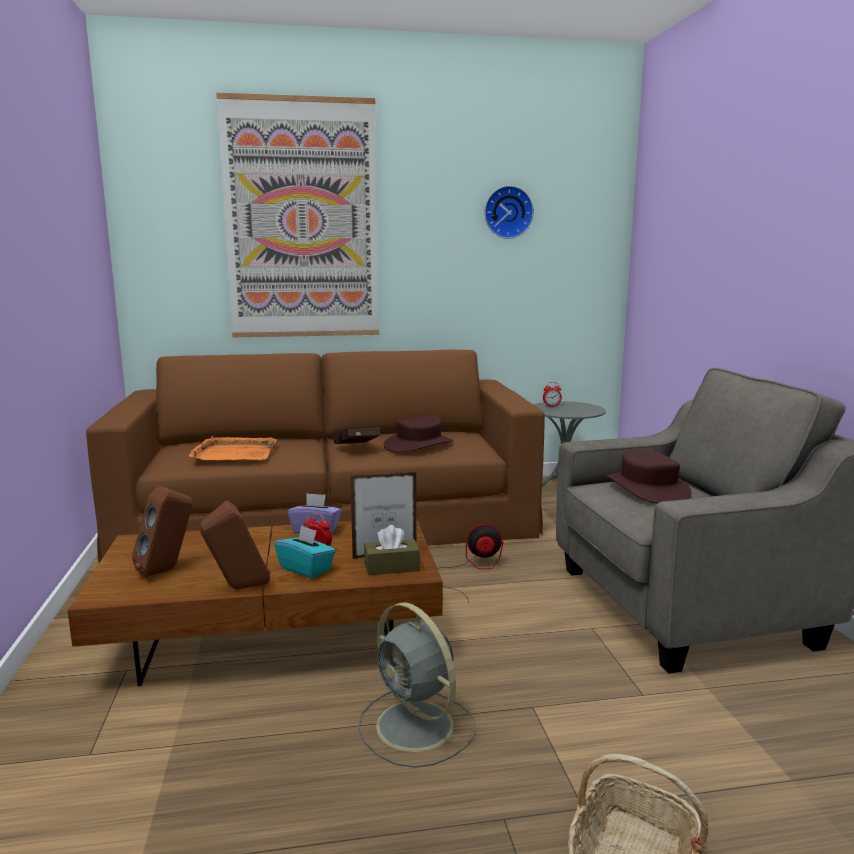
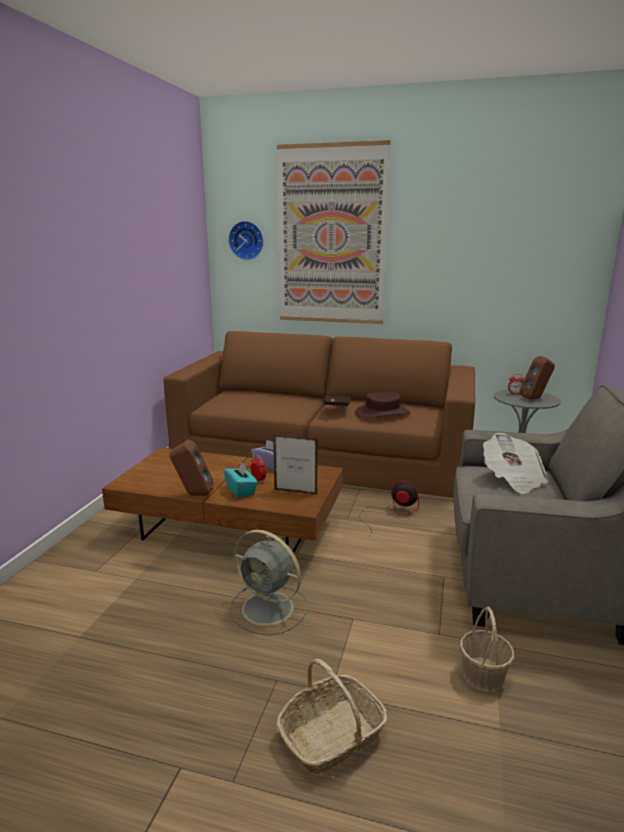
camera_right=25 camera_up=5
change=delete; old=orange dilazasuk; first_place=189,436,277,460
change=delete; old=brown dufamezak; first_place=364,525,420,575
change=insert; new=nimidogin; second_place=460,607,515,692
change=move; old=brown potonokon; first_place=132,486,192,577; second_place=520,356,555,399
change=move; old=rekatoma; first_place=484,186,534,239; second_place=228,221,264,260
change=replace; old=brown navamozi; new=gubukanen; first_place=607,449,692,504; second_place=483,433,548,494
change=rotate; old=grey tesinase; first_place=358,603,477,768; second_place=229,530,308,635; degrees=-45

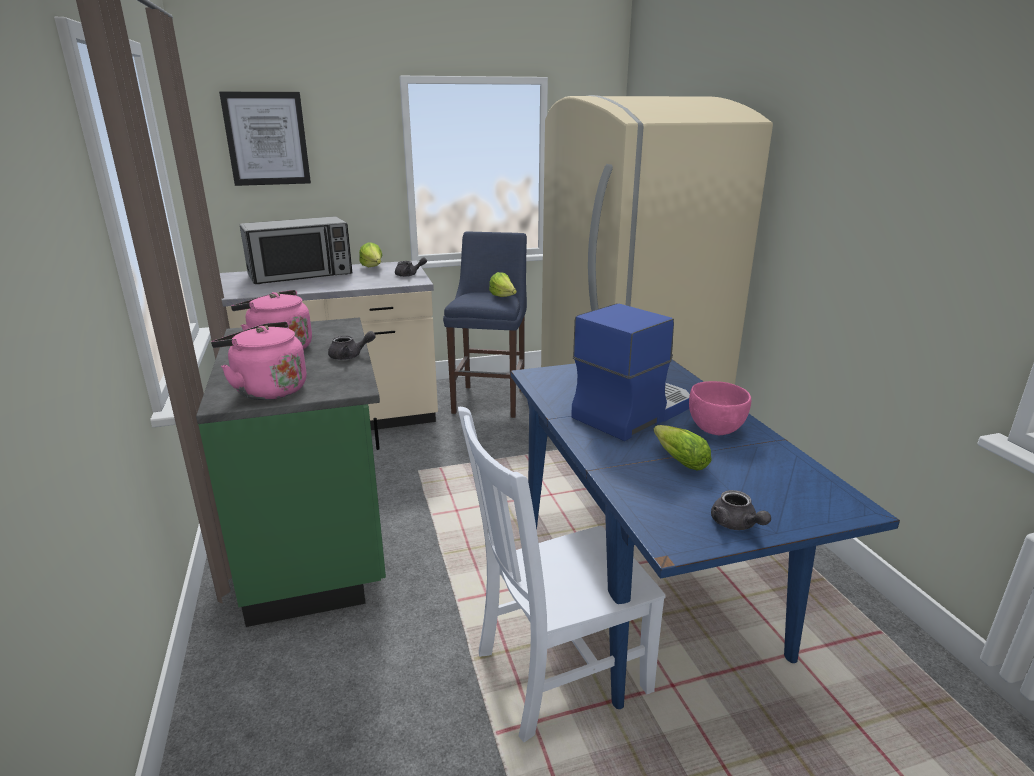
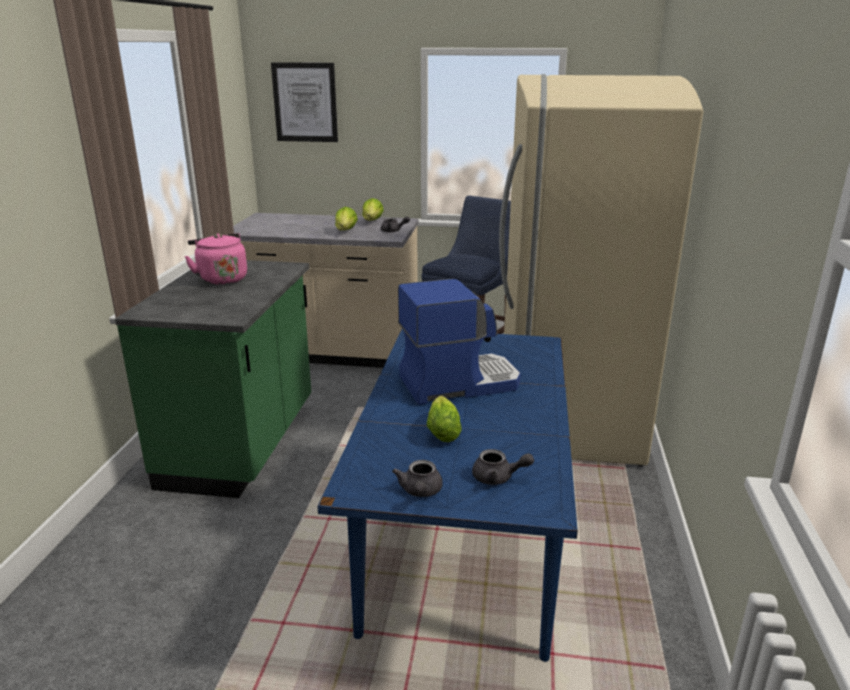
camera_right=25 camera_up=0
change=delete; old=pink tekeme; first_place=211,322,306,400
change=delete; old=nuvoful; first_place=240,216,352,284
change=delete; old=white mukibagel; first_place=458,407,666,742
change=delete; old=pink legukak; first_place=689,381,751,435
change=move; old=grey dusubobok; first_place=328,331,376,360; second_place=472,449,534,485
change=move; old=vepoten; first_place=489,272,517,297; second_place=335,207,358,230

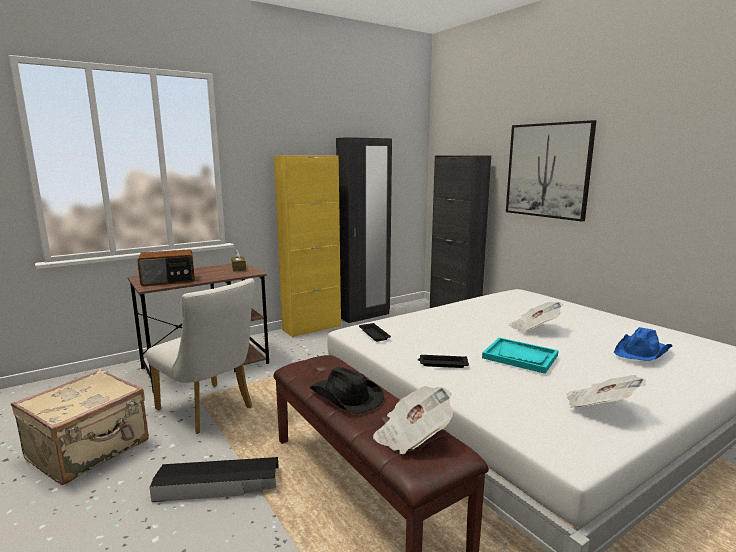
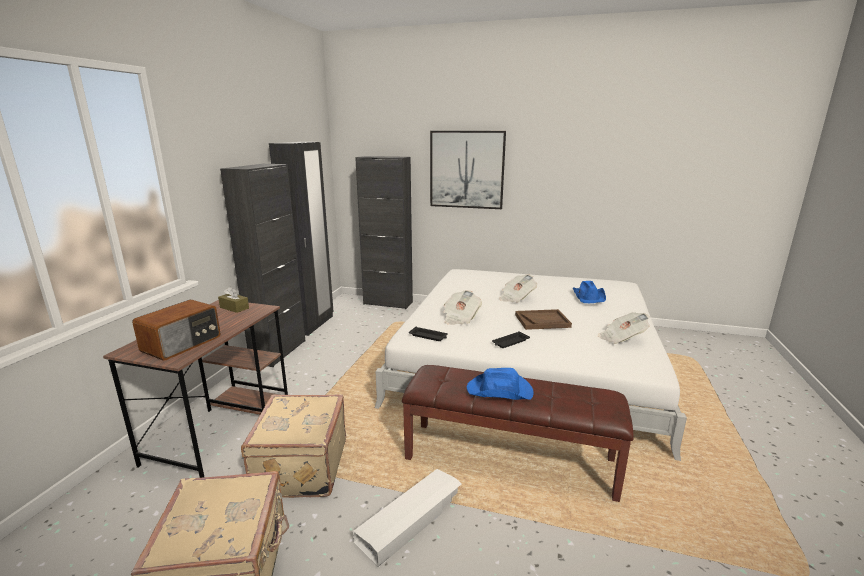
camera_right=-40 camera_up=5
change=move; old=gubukanen; first_place=373,386,453,454; second_place=443,290,482,325
change=replace; old=white mukibagel; new=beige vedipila; first_place=146,278,255,434; second_place=241,395,346,498
change=recolor; old=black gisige; new=white gisige; first_place=150,457,279,502; second_place=353,469,462,567
change=recolor; old=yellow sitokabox; new=black sitokabox; first_place=274,156,341,337; second_place=220,164,306,367
change=recolor; old=black navamozi; new=blue navamozi; first_place=310,367,384,414; second_place=467,368,534,400
change=recolor; old=turquoise dilazasuk; new=brown dilazasuk; first_place=482,338,559,374; second_place=515,309,572,330

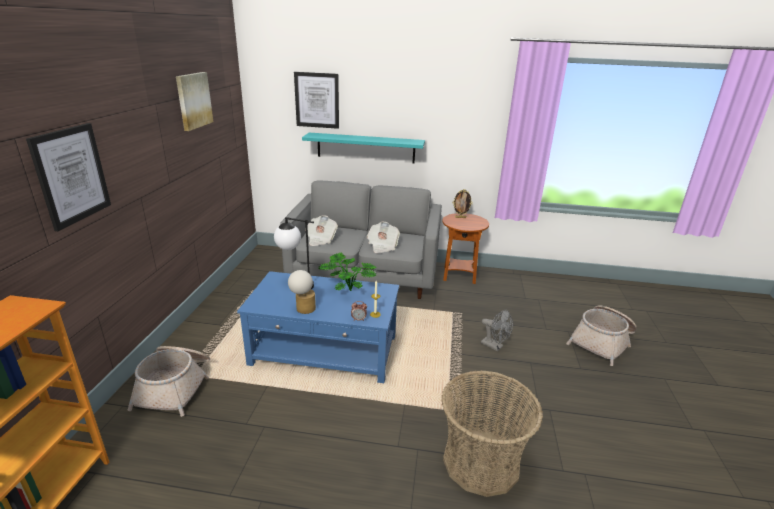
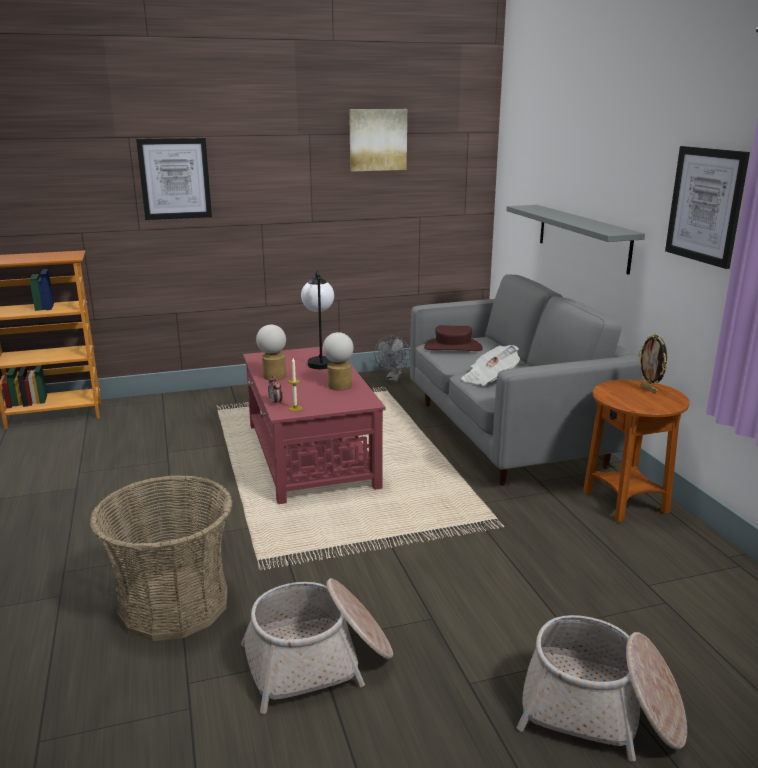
camera_right=65 camera_up=-5
change=move; old=nimidogin; first_place=128,346,210,417; second_place=241,578,393,714
change=move; old=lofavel; first_place=294,72,339,129; second_place=665,146,750,269
change=move; old=grey tesinase; first_place=481,310,513,351; second_place=374,336,410,382
change=replace; old=gubukanen; new=brown navamozi; first_place=305,215,338,246; second_place=424,325,483,351
change=replace; old=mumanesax; new=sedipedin; first_place=318,252,376,291; second_place=323,332,354,391
change=recolor; old=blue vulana; new=red vulana; first_place=237,271,399,383; second_place=243,347,386,504
change=recolor; old=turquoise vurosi; new=grey vurosi; first_place=302,133,425,164; second_place=506,205,645,275

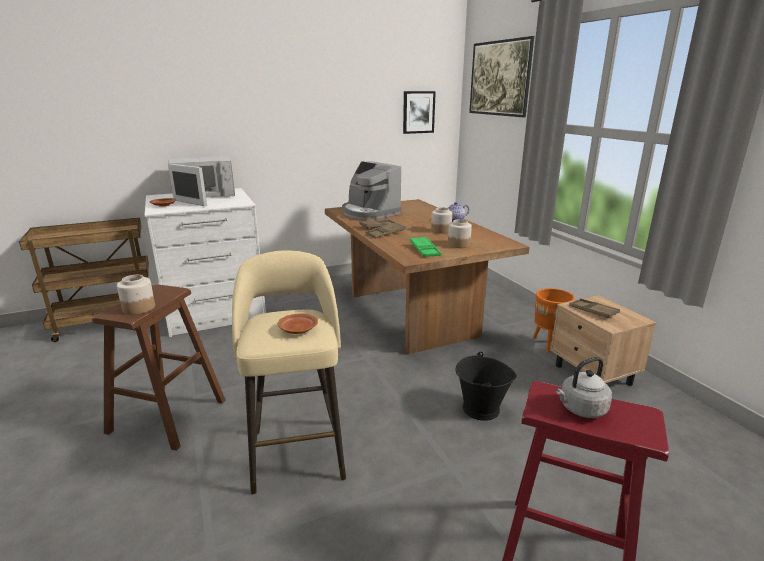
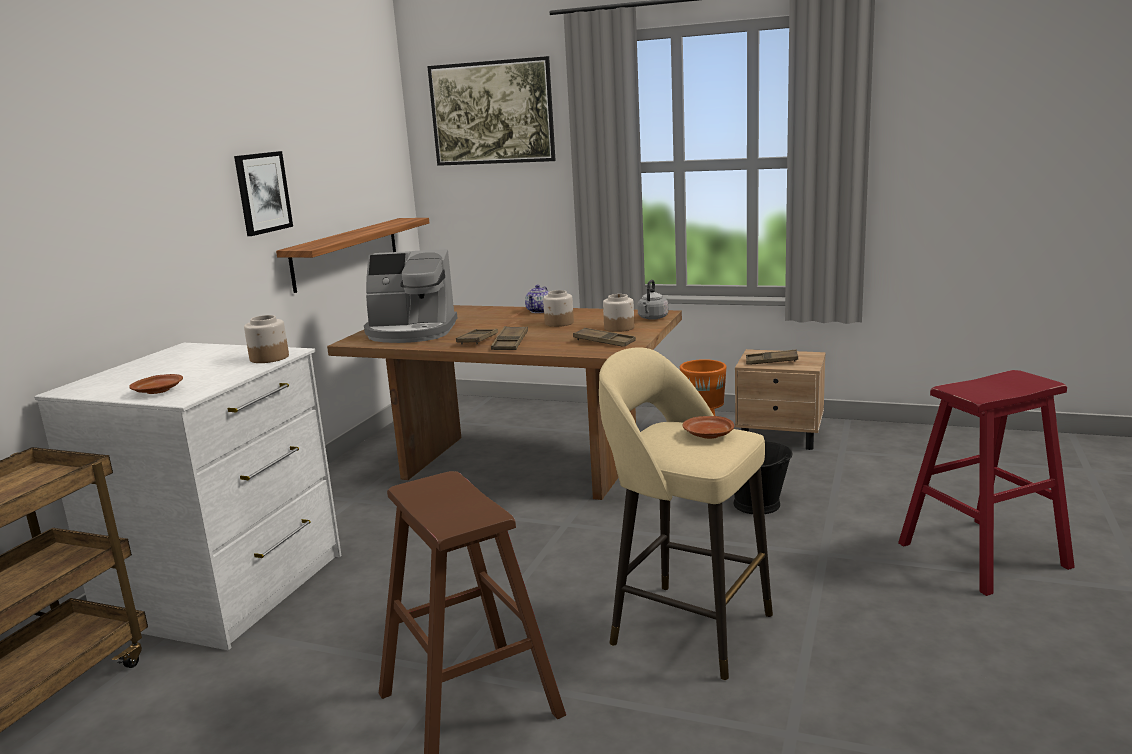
camera_right=-45 camera_up=-5
change=delete; old=white nuvoful; first_place=168,156,235,206
change=insert; new=vurosi; second_place=276,218,429,293
change=move; old=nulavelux; first_place=117,275,155,315; second_place=244,315,289,363
change=move; old=lofavel; first_place=403,91,436,134; second_place=234,151,293,236
change=move; old=grey tekeme; first_place=556,357,612,418; second_place=637,280,668,320
change=recolor; old=green dilazasuk; new=brown dilazasuk; first_place=410,237,441,257; second_place=573,328,636,347

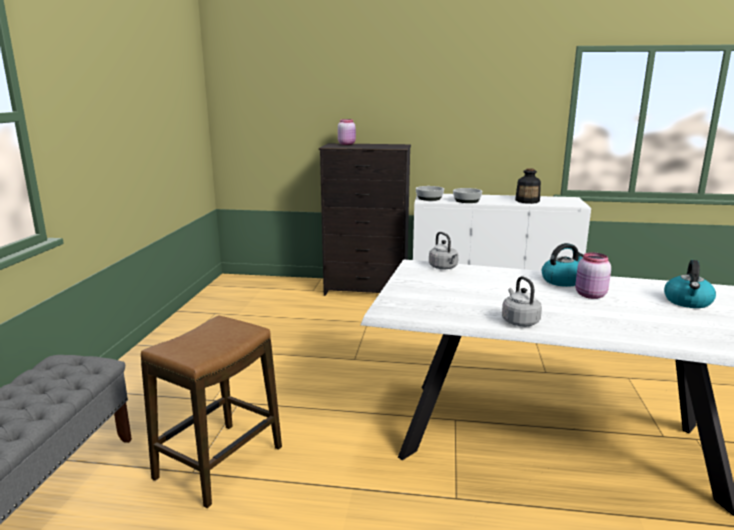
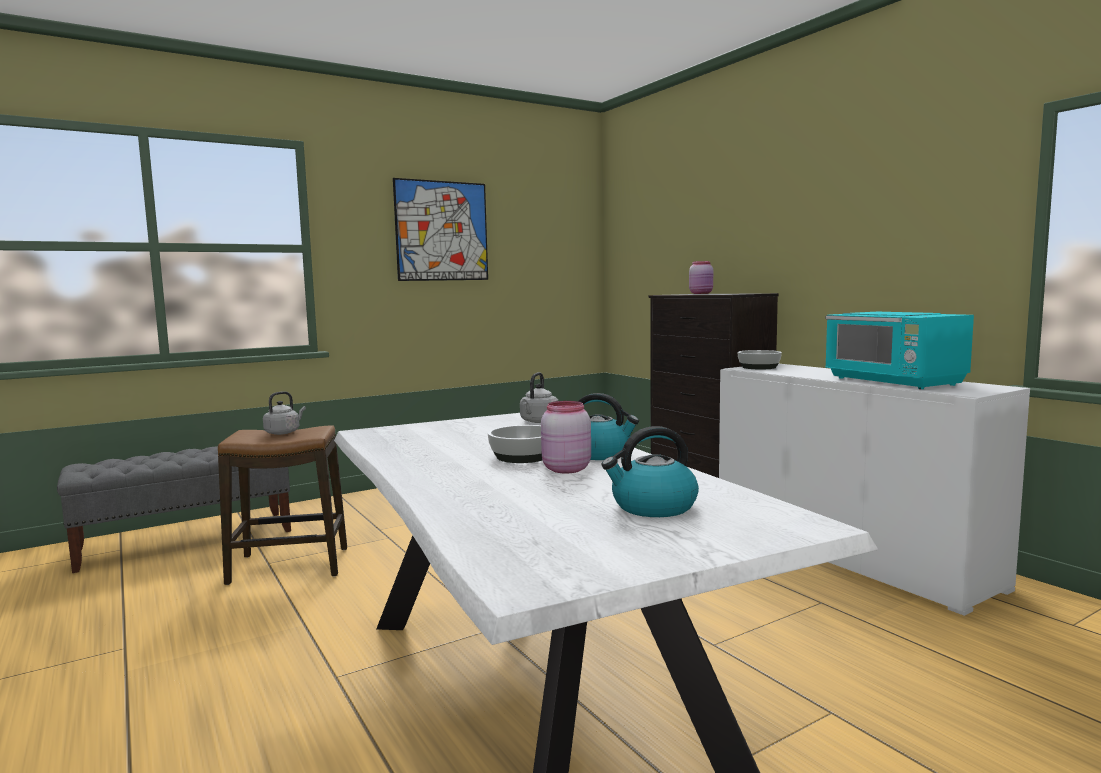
camera_right=50 camera_up=-10
change=insert; new=lofavel; second_place=393,178,488,281
change=move; old=legukak; first_place=453,188,482,203; second_place=488,425,542,463
change=move; old=grey tekeme; first_place=502,276,542,327; second_place=263,391,306,435
change=replace; old=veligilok; new=turquoise nuvoful; first_place=515,168,541,204; second_place=825,312,974,389

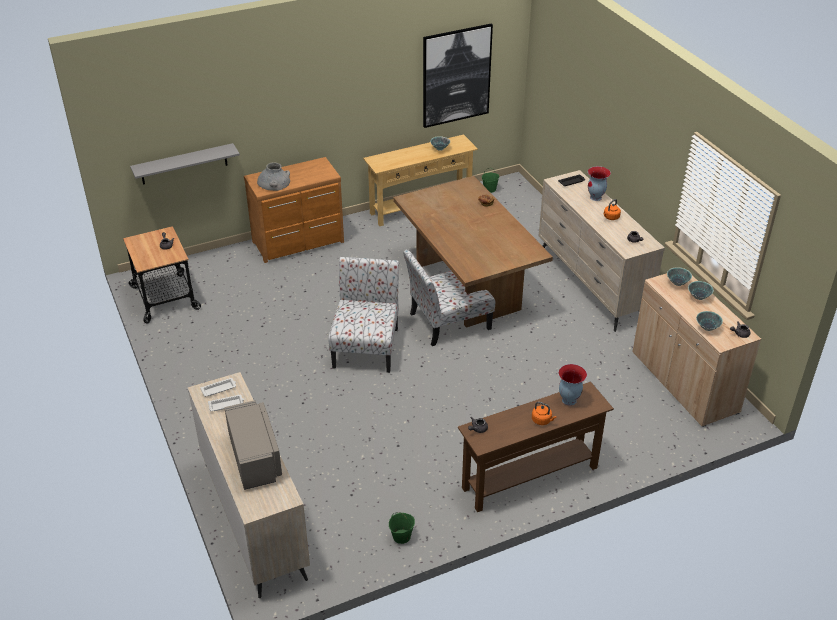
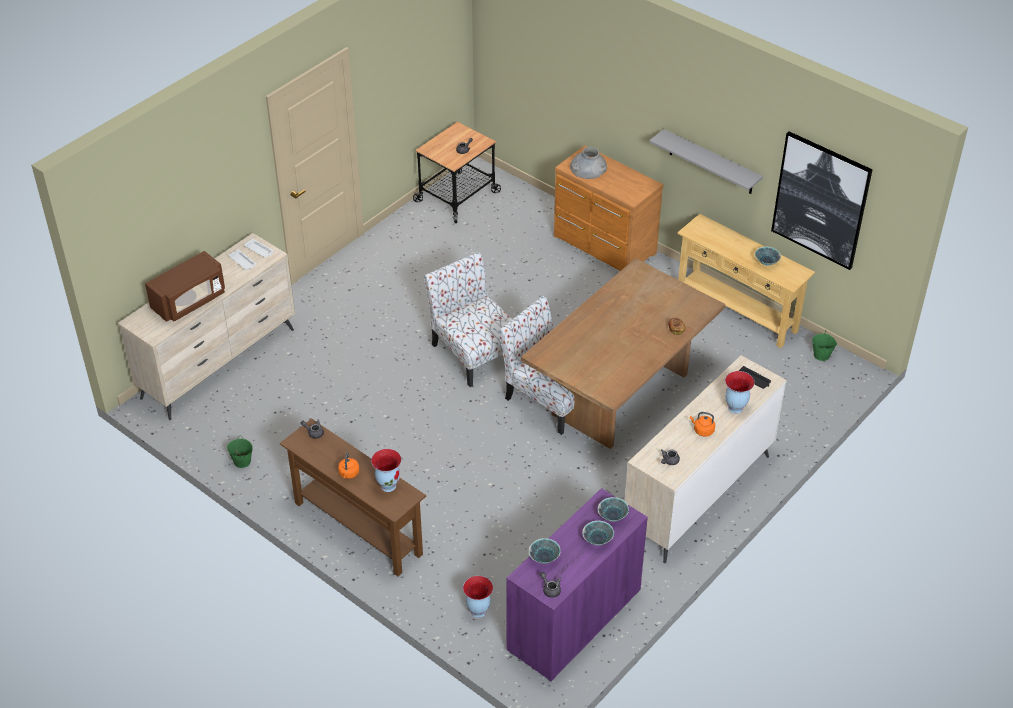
camera_right=65 camera_up=5
change=insert; new=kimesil; second_place=463,576,493,618
change=move; old=grey vurosi; first_place=130,143,240,185; second_place=649,129,763,194
change=recolor; old=grey nuvoful; new=brown nuvoful; first_place=224,400,282,490; second_place=145,251,225,322
change=recolor; old=beige sitokabox; new=purple sitokabox; first_place=632,268,761,427; second_place=506,488,648,682
change=rotate; old=mukibagel; first_place=329,257,399,373; second_place=424,252,512,387; degrees=-105

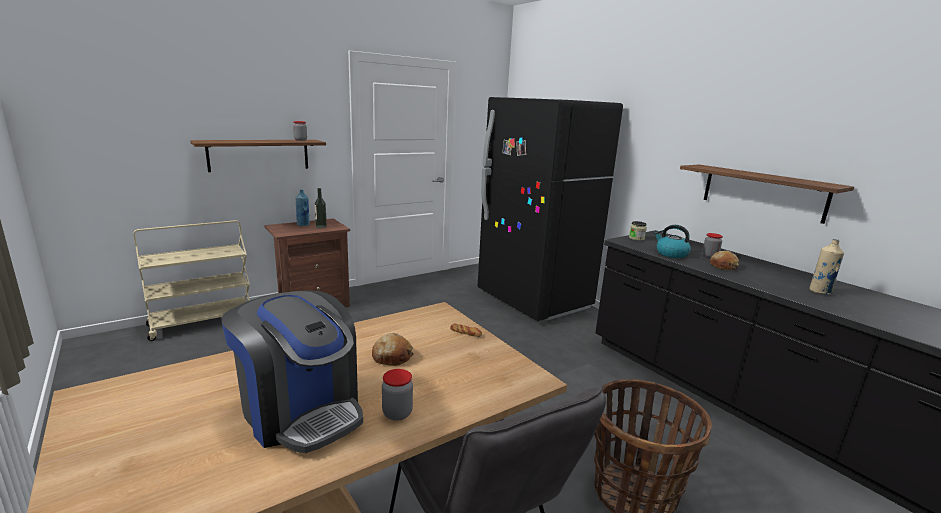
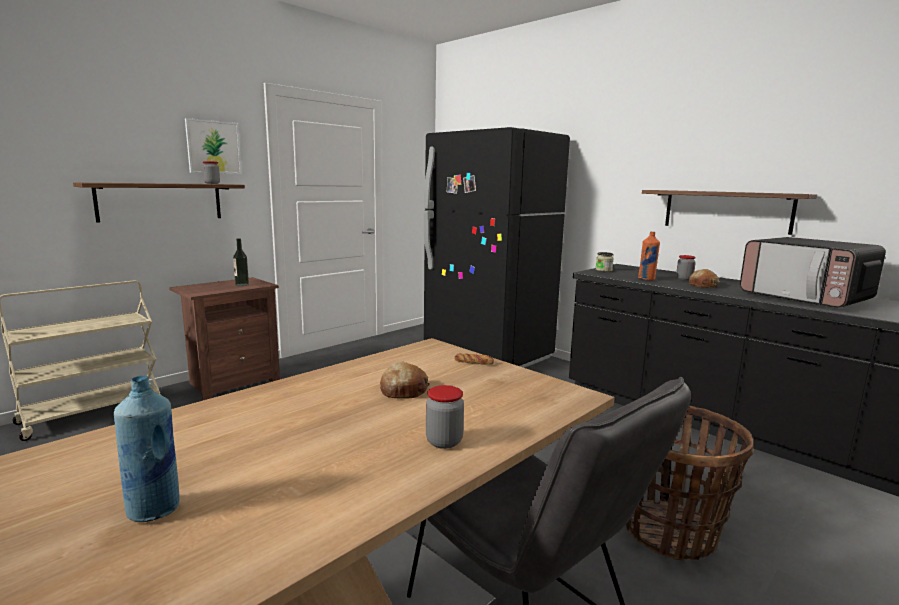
camera_right=-10 camera_up=-5
change=delete; old=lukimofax; first_place=221,290,363,453
change=insert; new=lofavel; second_place=185,118,242,174
change=move; old=blue veligilok; first_place=296,190,310,226; second_place=114,375,180,522
change=replace; old=tekeme; new=orange veligilok; first_place=654,225,691,258; second_place=638,232,660,281
change=replace; old=beige veligilok; new=nuvoful; first_place=809,239,844,295; second_place=740,237,886,308

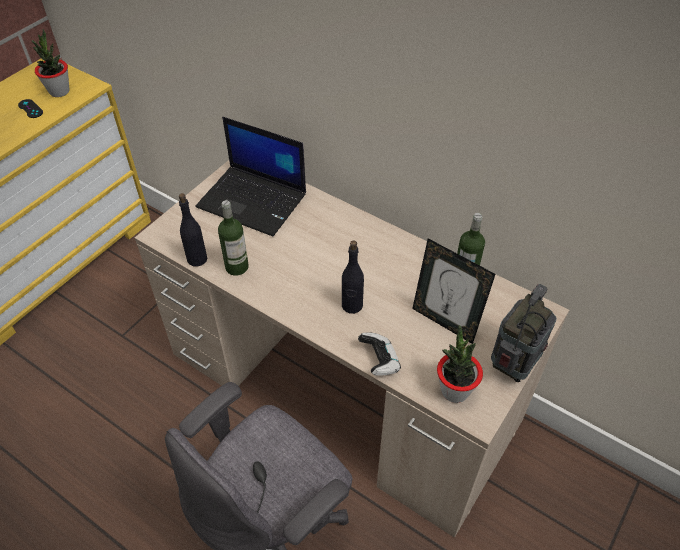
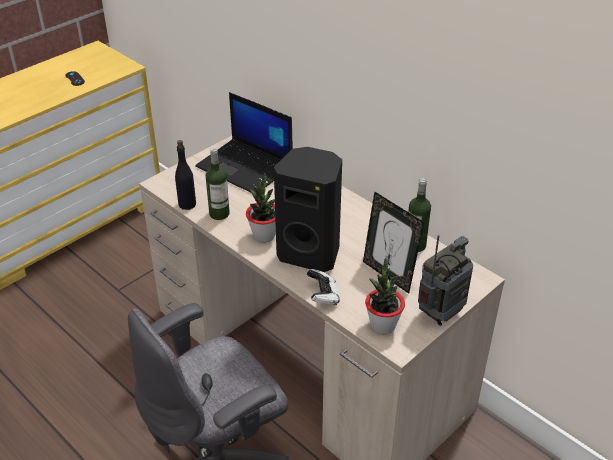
camera_right=10 camera_up=-10
change=move; old=mumanesax; first_place=32,29,69,97; second_place=246,172,276,242
change=replace; old=black veligilok; new=black potonokon; first_place=342,240,364,314; second_place=274,147,342,272

